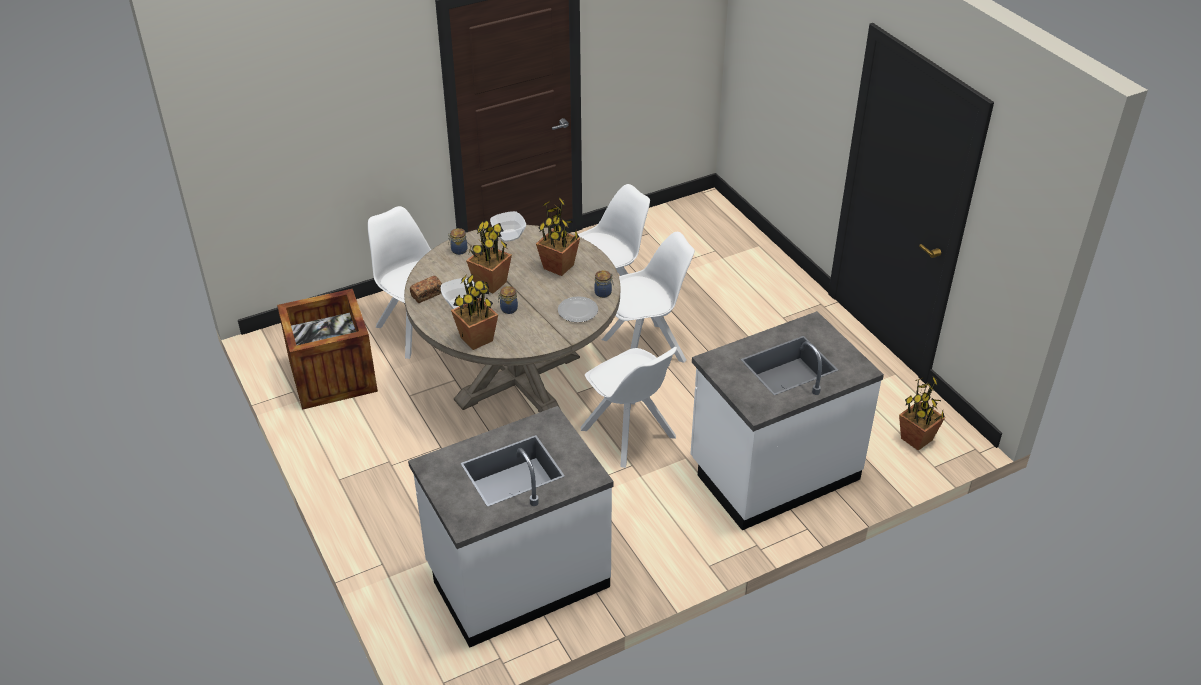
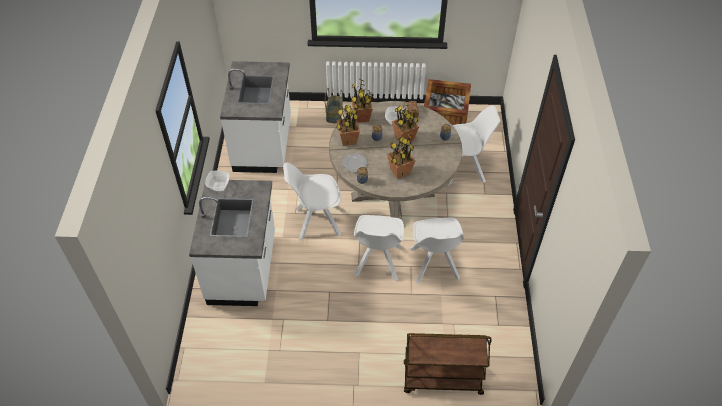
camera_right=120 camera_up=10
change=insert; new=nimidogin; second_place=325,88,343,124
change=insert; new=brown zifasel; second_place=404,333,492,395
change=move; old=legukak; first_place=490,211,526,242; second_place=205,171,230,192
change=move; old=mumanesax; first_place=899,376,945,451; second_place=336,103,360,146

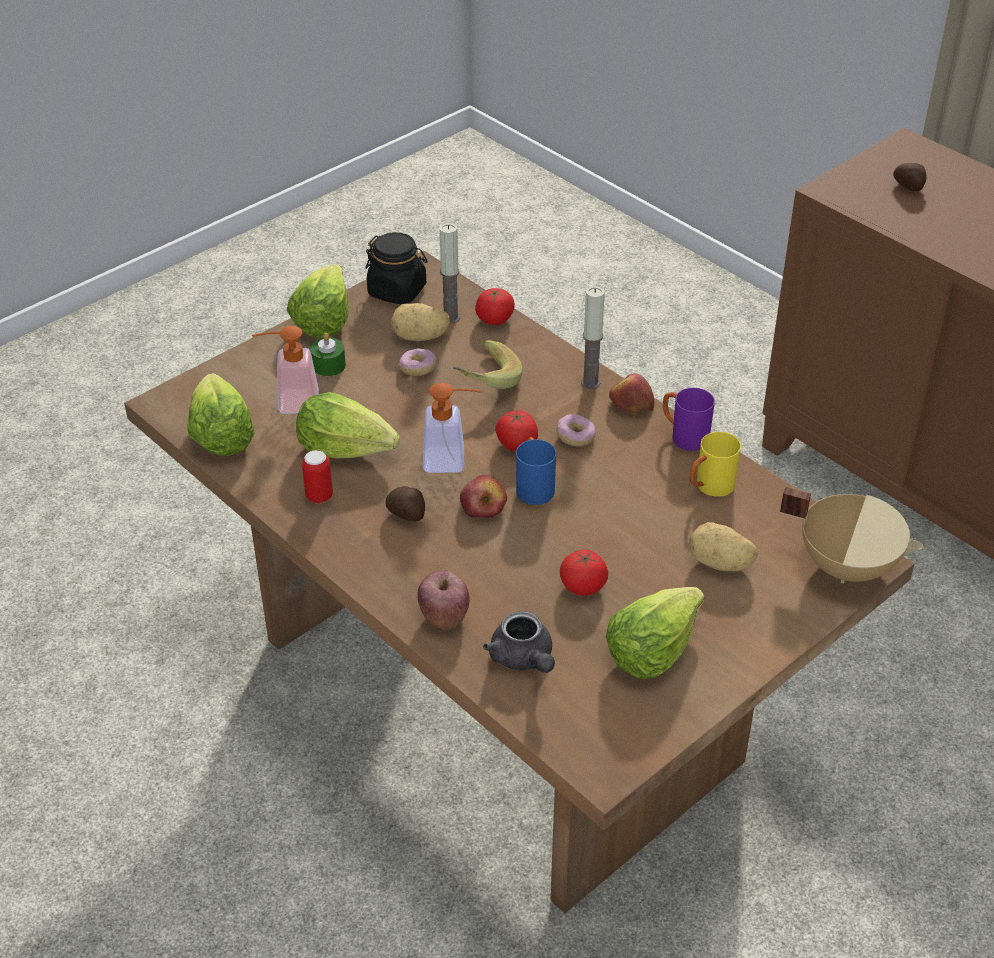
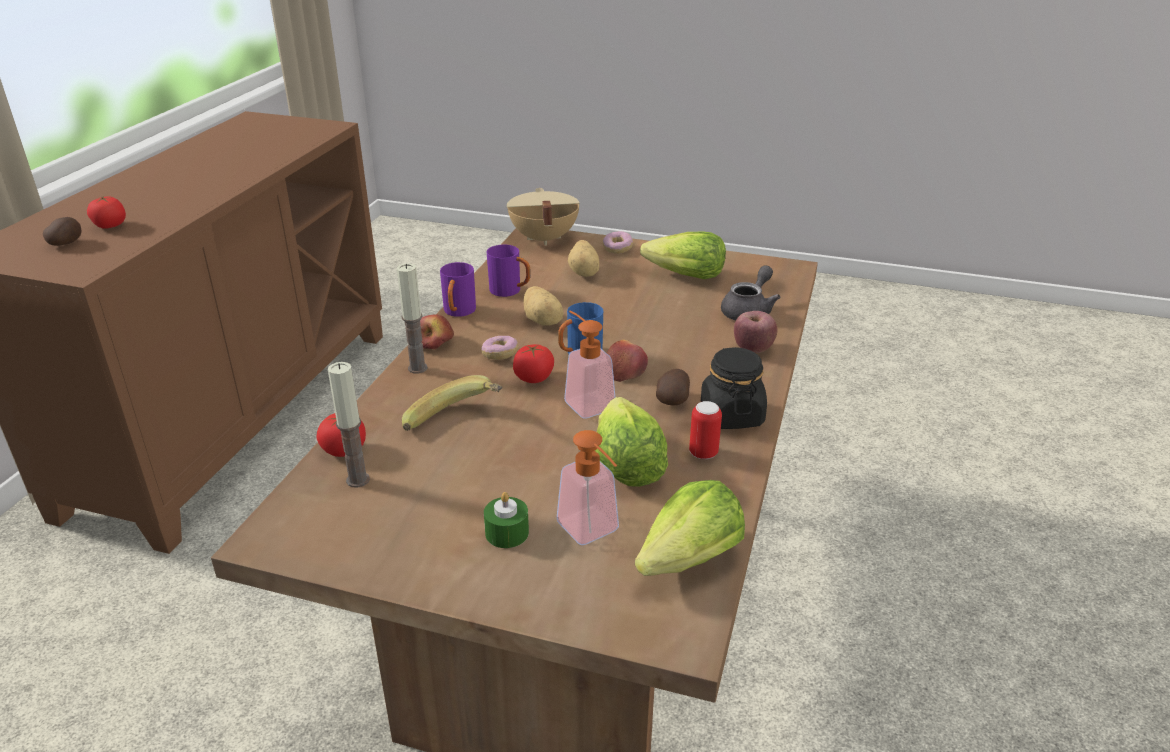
camera_right=-120 camera_up=-10
change=delete; old=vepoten; first_place=287,264,349,338
change=move; old=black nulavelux; first_place=365,232,427,305; second_place=701,347,767,429
change=move; old=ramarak; first_place=391,303,450,341; second_place=524,286,564,326
change=move; old=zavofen; first_place=399,349,437,376; second_place=603,231,633,254
change=move; old=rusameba; first_place=560,550,608,596; second_place=87,196,126,229
change=recolor; old=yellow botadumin; new=purple botadumin; first_place=690,432,741,497; second_place=487,245,531,297

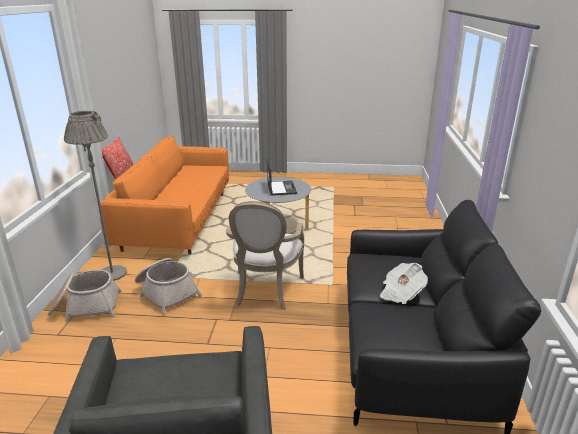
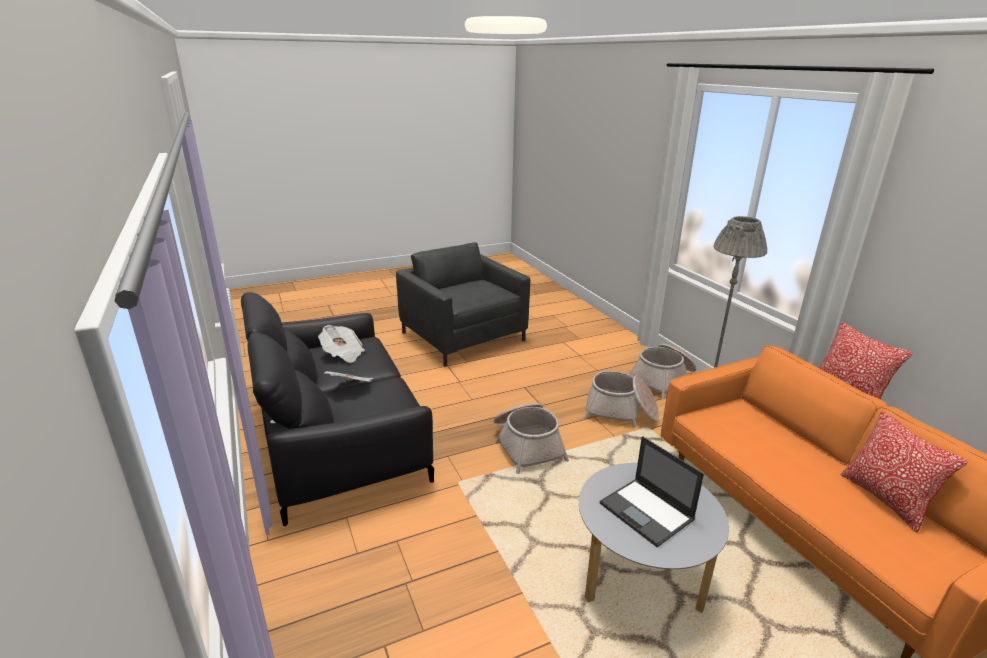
camera_right=150 camera_up=0
change=insert; new=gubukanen; second_place=318,325,365,363
change=insert; new=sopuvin; second_place=841,411,968,532
change=replace; old=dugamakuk; new=nimidogin; first_place=226,201,304,310; second_place=493,403,569,474

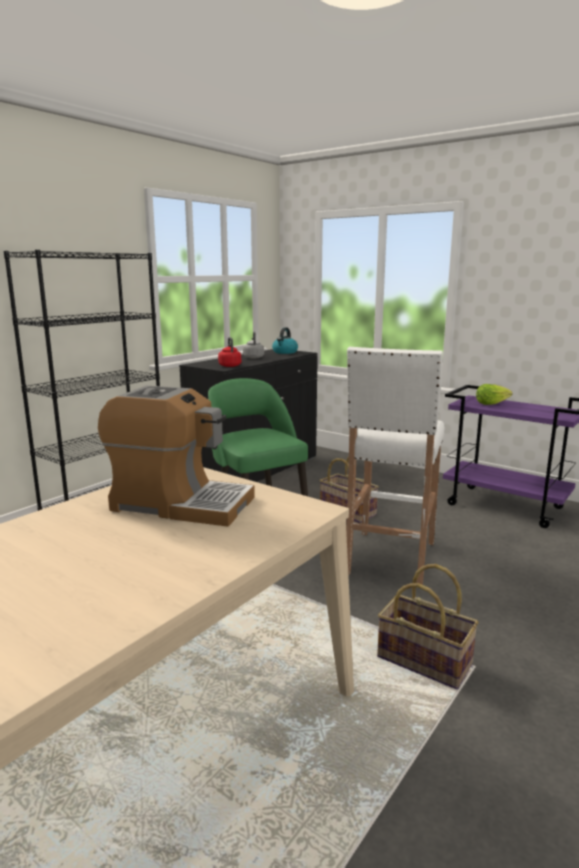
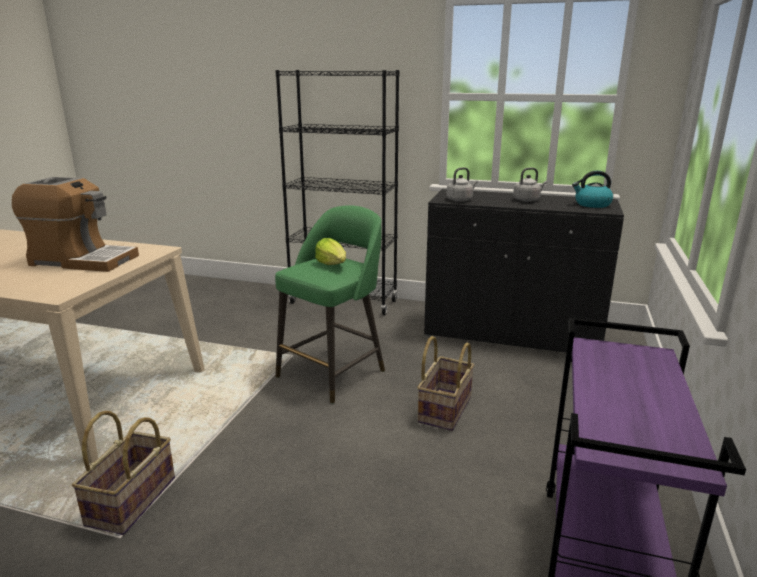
camera_right=70 camera_up=5
change=delete; old=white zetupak; first_place=346,347,445,585
change=move; old=vepoten; first_place=476,384,513,405; second_place=315,238,346,265
change=recolor; old=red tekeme; new=grey tekeme; first_place=218,337,241,367; second_place=446,167,478,202
change=rotate; old=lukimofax; first_place=98,386,255,527; second_place=12,177,139,272; degrees=-75

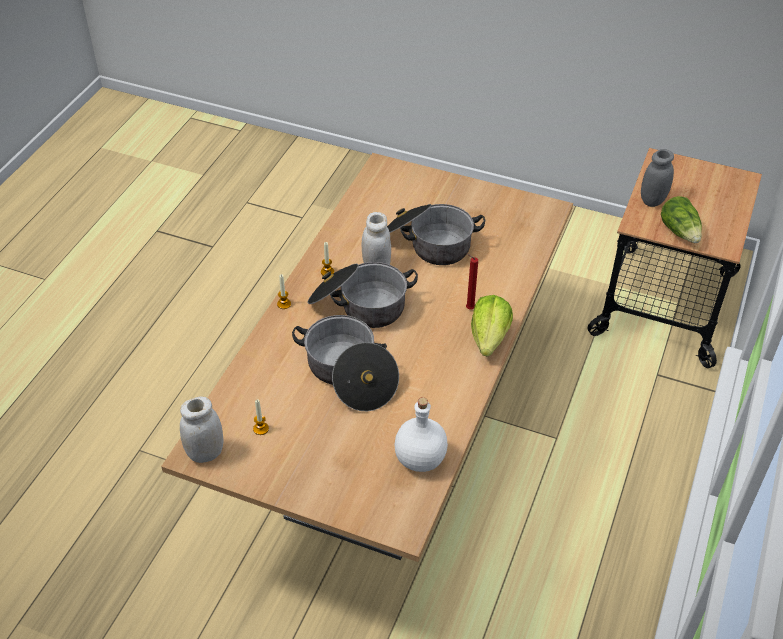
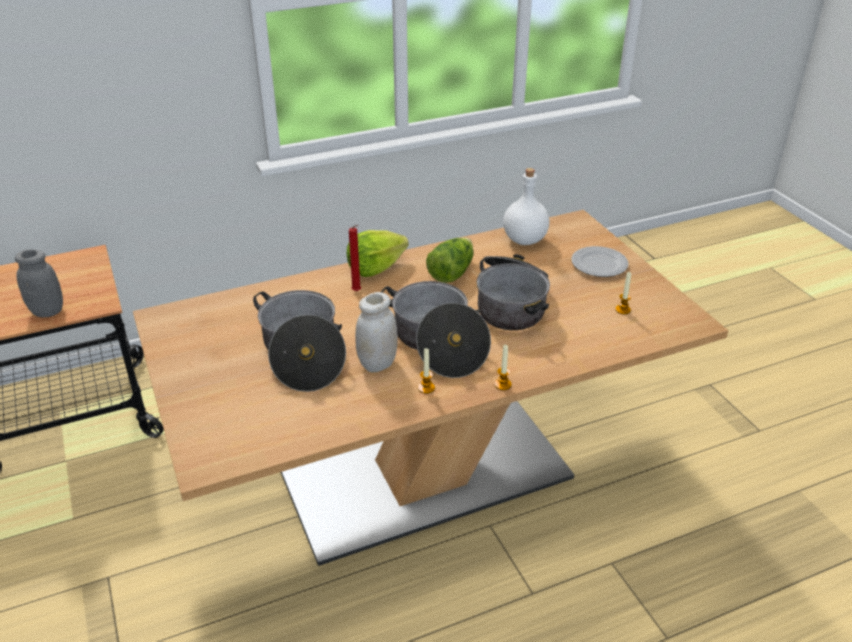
camera_right=-135 camera_up=-10
change=delete; old=white nulavelux; first_place=180,396,224,463
change=insert; new=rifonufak; second_place=571,246,629,277
change=move; old=vepoten; first_place=661,196,702,243; second_place=426,238,474,283

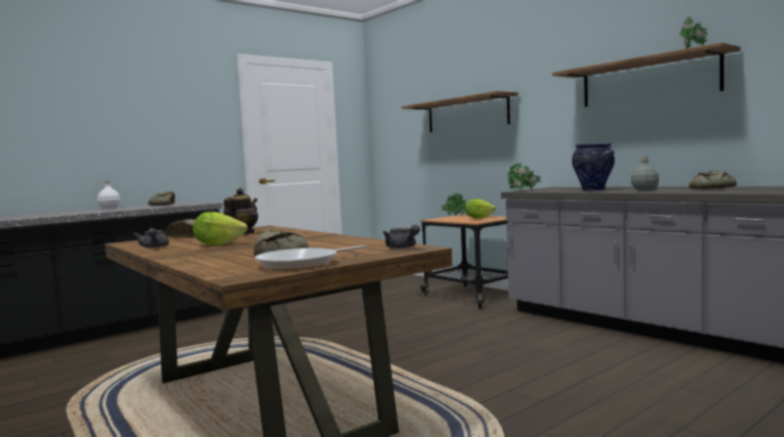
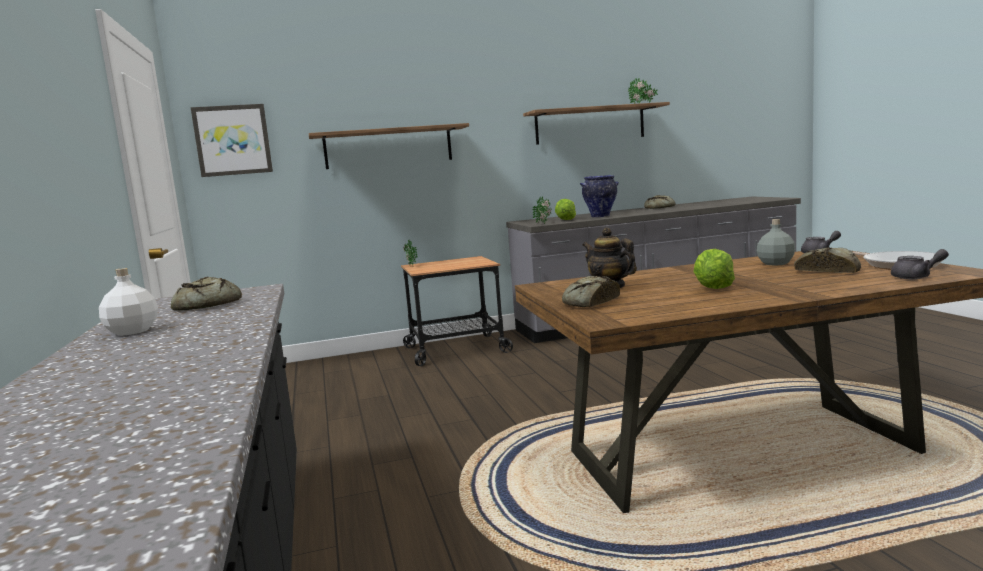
camera_right=-65 camera_up=5
change=insert; new=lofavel; second_place=191,104,273,177
change=move; old=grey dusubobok; first_place=133,228,169,248; second_place=891,249,949,279
change=move; old=vepoten; first_place=465,199,496,219; second_place=555,199,576,220
change=move; old=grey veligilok; first_place=631,157,659,191; second_place=757,219,795,266

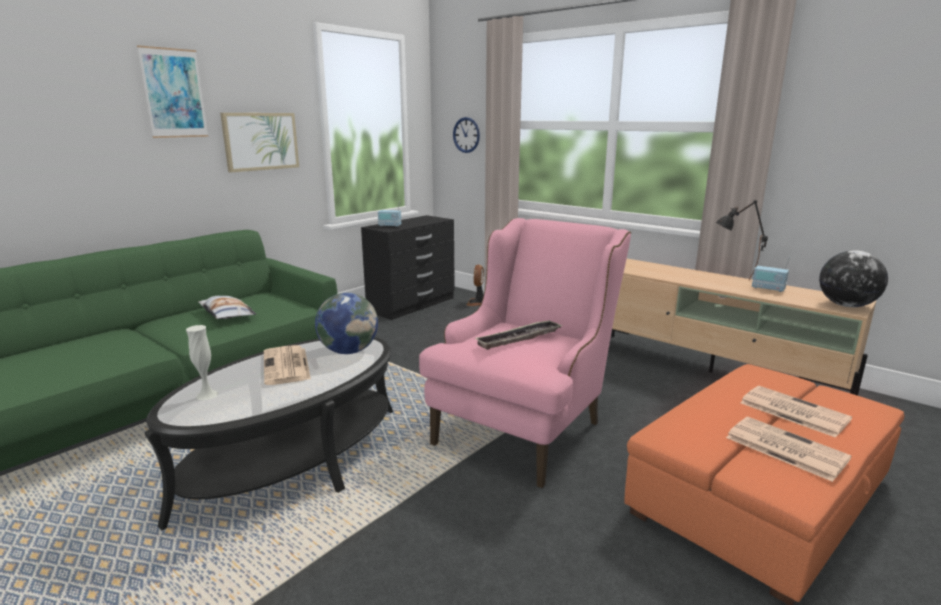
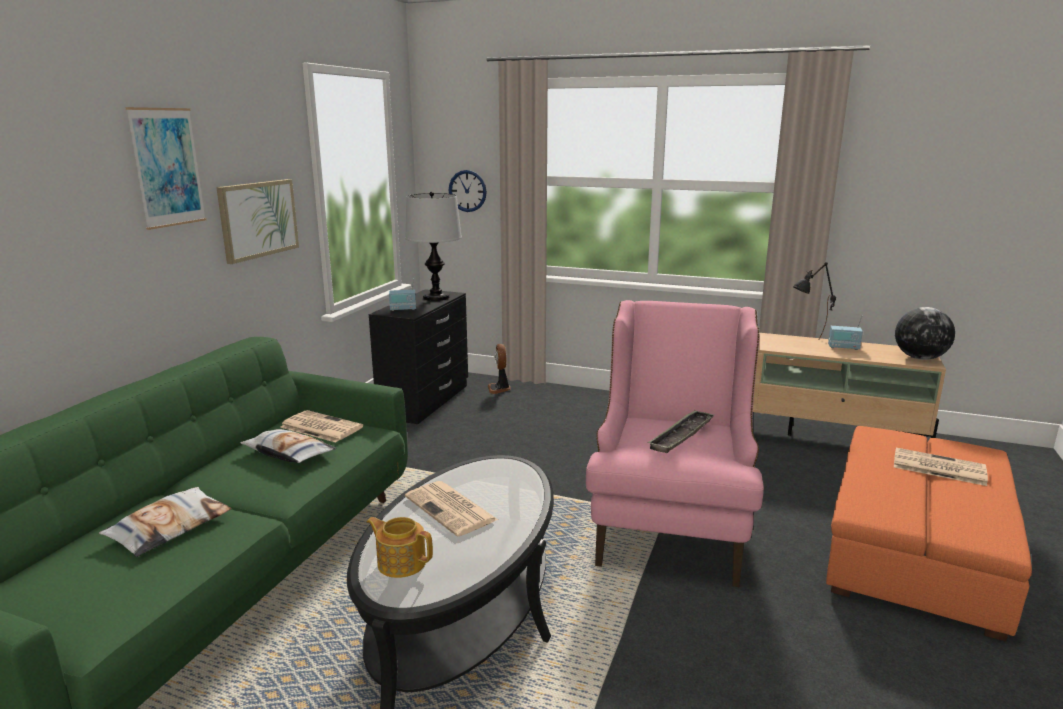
camera_right=-20 camera_up=0
change=delete; old=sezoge; first_place=315,293,378,354
change=insert; new=sopuvin; second_place=99,487,231,557
change=insert; new=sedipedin; second_place=405,192,462,301
change=move; old=gubukanen; first_place=726,417,852,482; second_place=280,410,363,443
change=replace; old=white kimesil; new=dusubobok; first_place=186,325,218,400; second_place=367,517,433,578

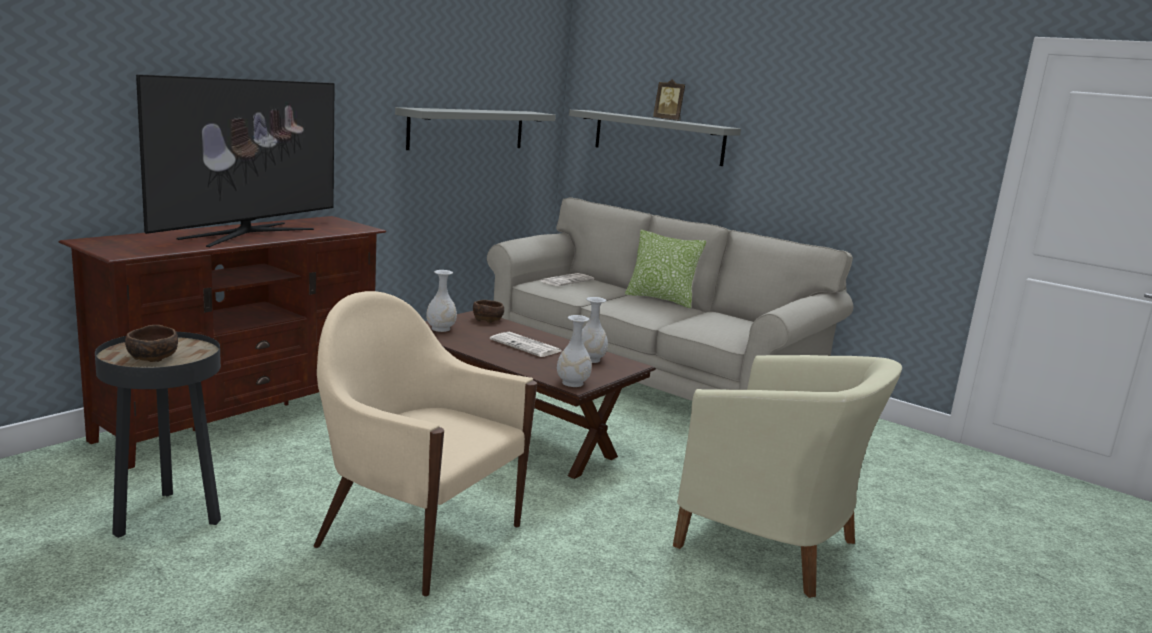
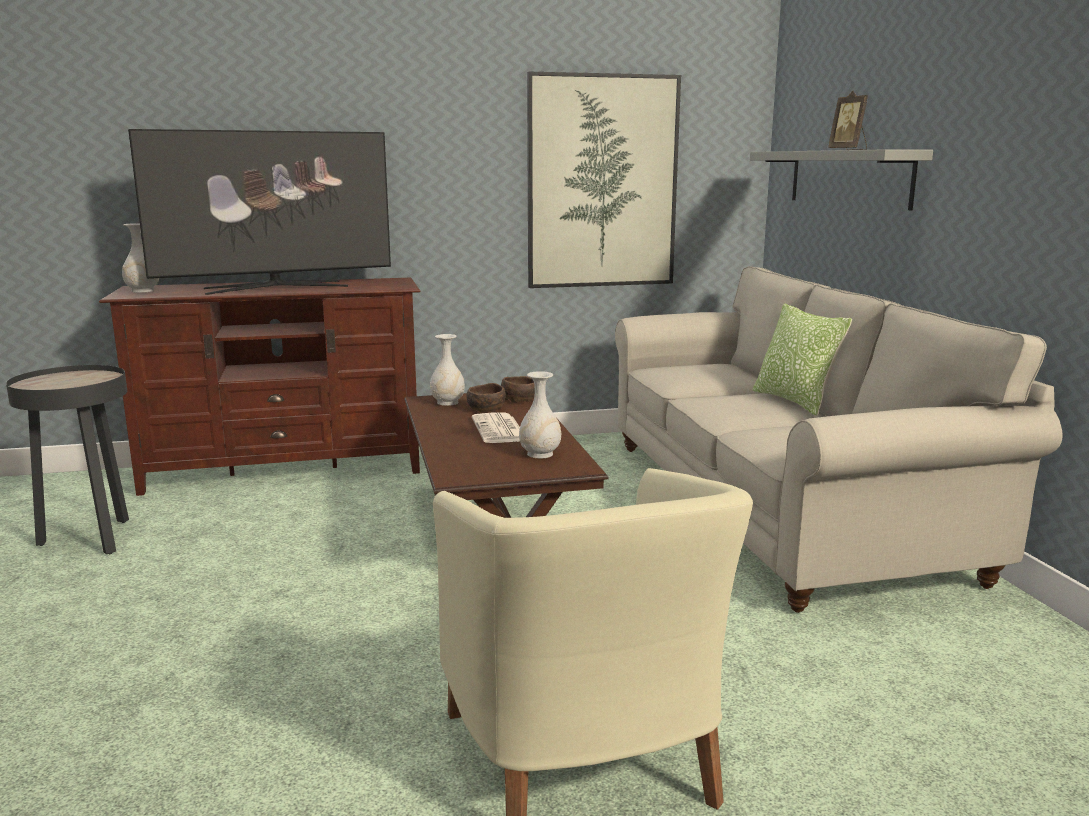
camera_right=40 camera_up=0
change=delete; old=beige dugamakuk; first_place=314,291,537,597
change=delete; old=gubukanen; first_place=541,273,594,286
change=move; old=brown legukak; first_place=125,325,178,362; second_place=467,383,506,413
change=move; old=white kimesil; first_place=557,315,592,387; second_place=122,223,159,293
change=replace; old=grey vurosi; new=lofavel; first_place=395,107,556,150; second_place=527,72,681,288

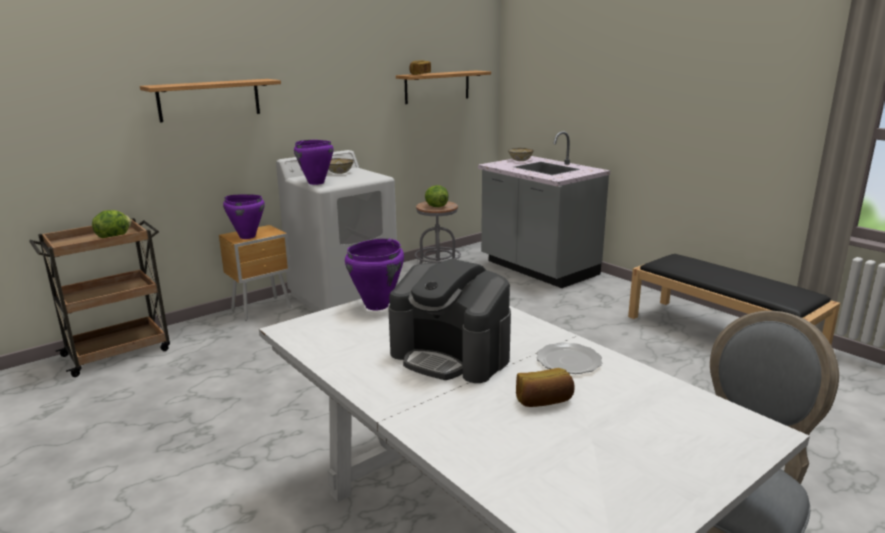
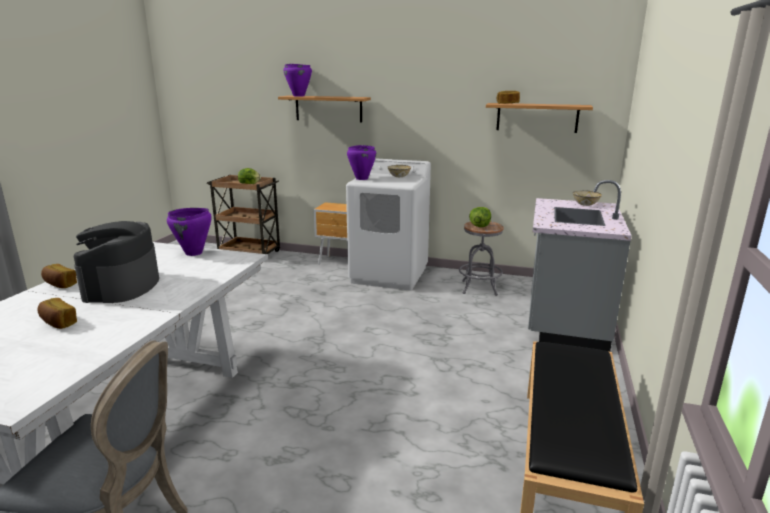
camera_right=55 camera_up=0
change=delete; old=rifonufak; first_place=536,342,602,374
change=insert; new=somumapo; second_place=41,264,77,288
change=move; old=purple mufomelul; first_place=223,194,265,239; second_place=283,64,312,97

